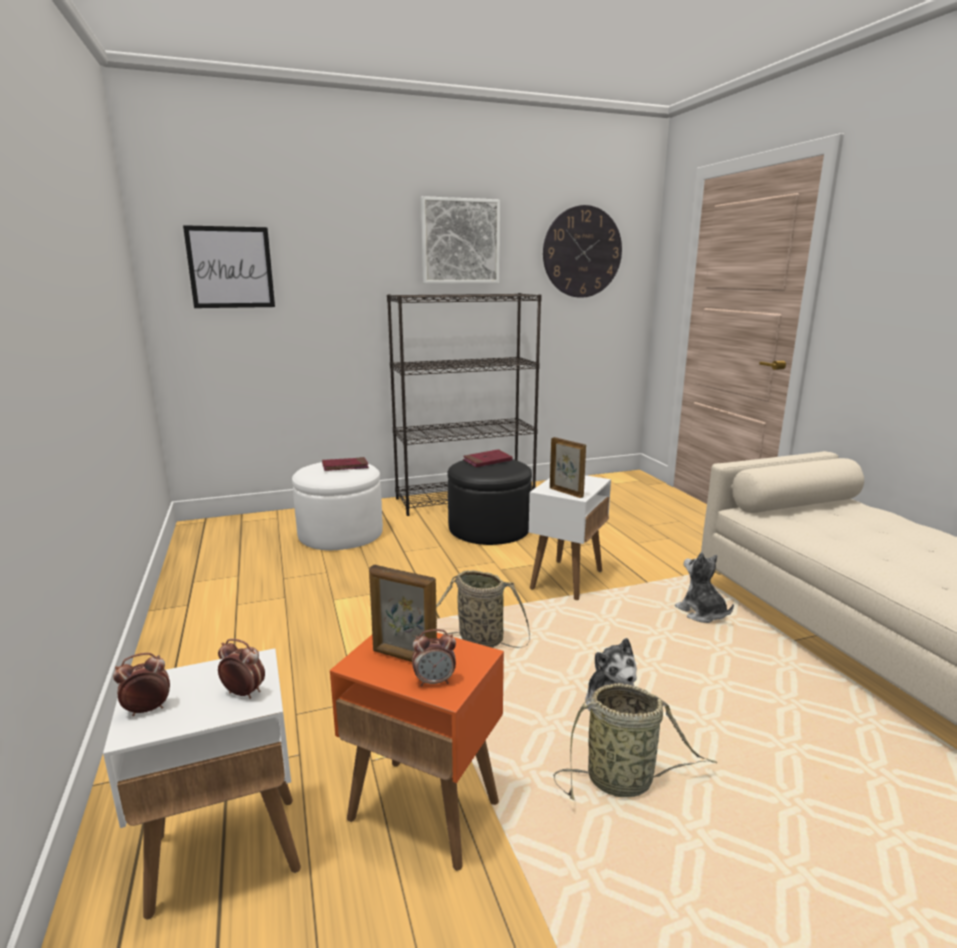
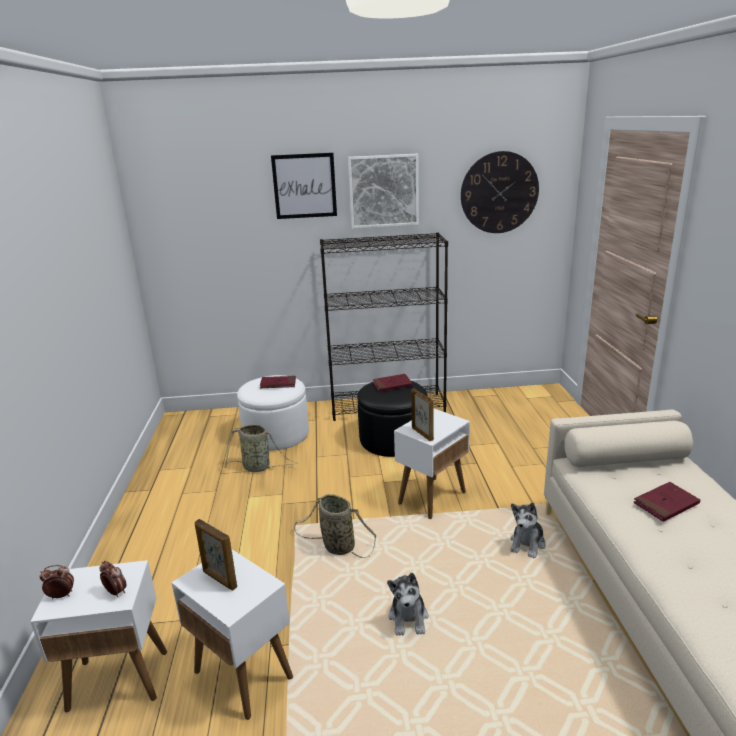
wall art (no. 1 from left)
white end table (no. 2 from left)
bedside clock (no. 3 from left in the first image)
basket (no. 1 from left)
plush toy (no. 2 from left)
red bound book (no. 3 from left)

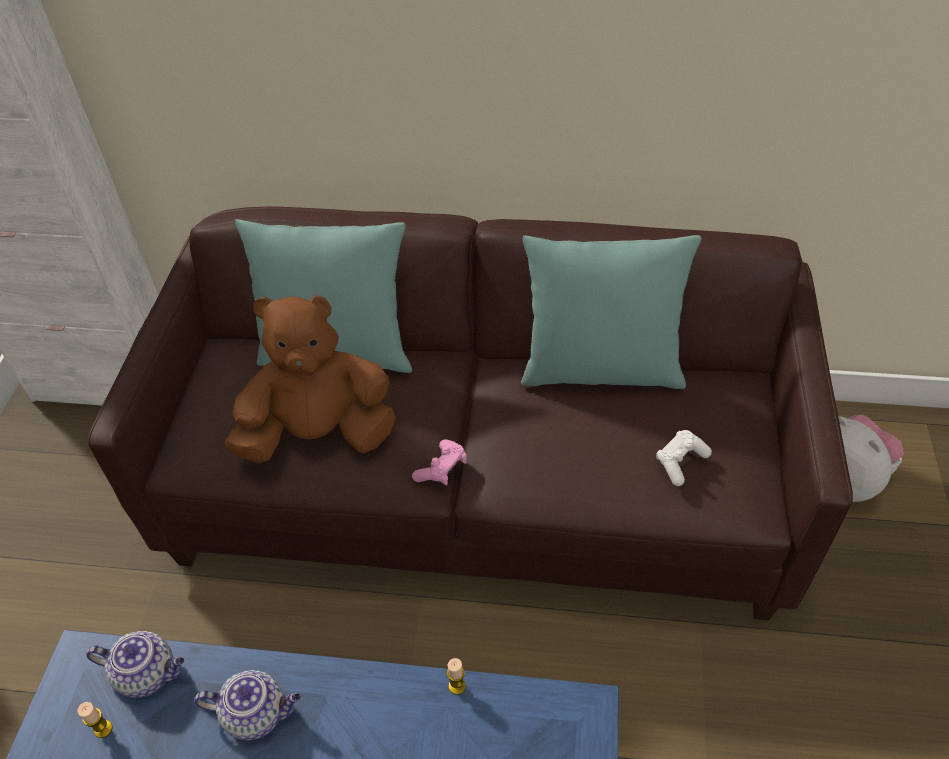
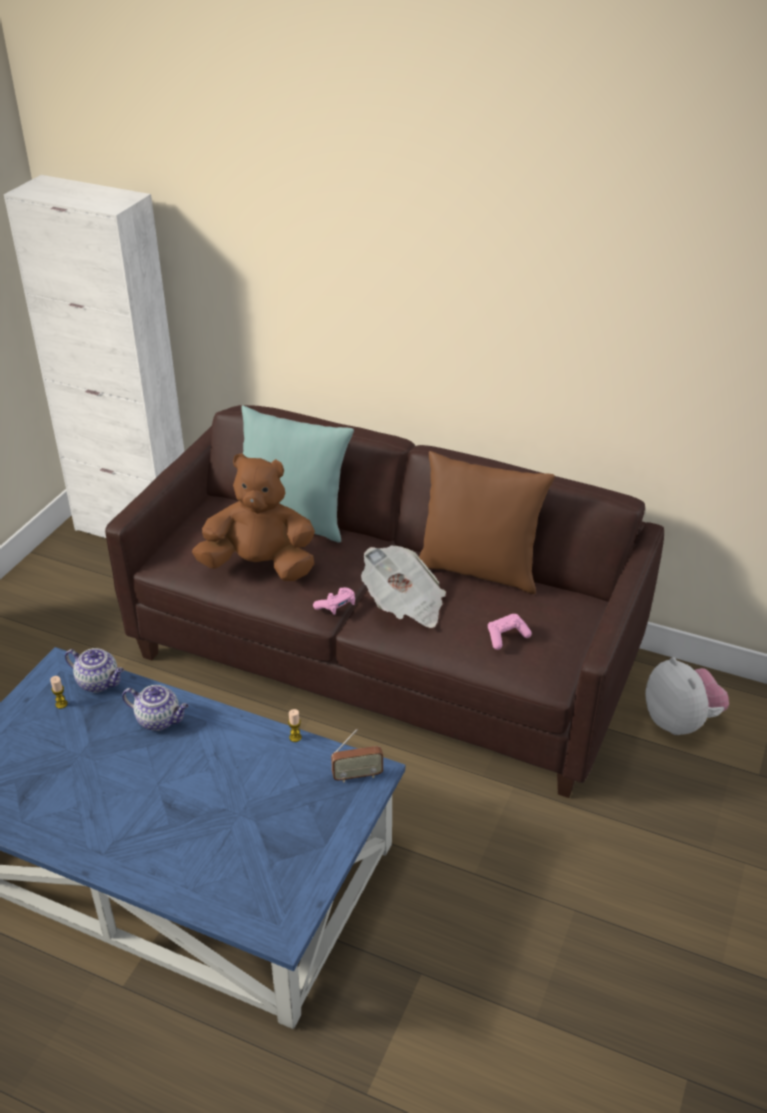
brown cushion
pink game controller (no. 2 from left)
radio
printed paper

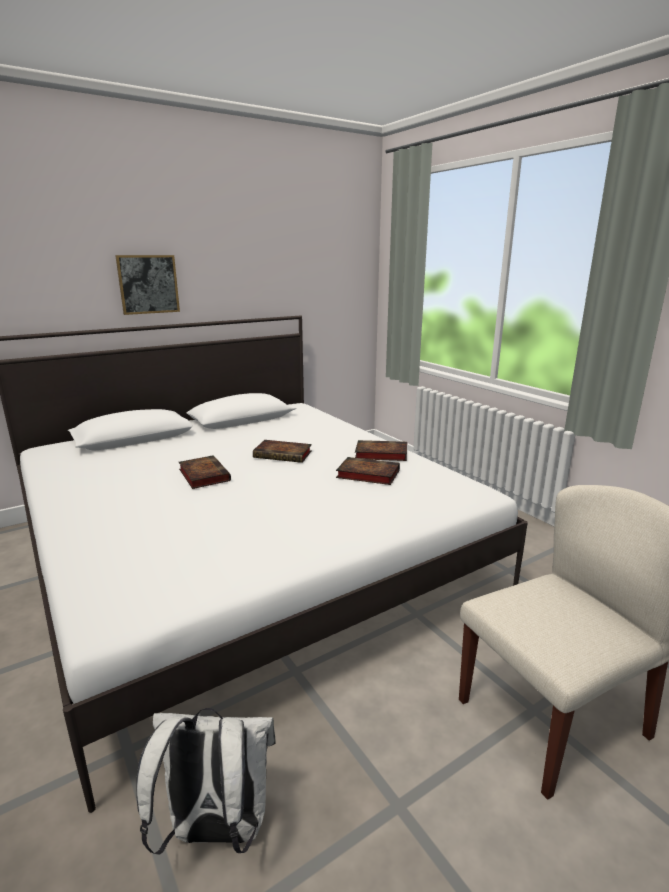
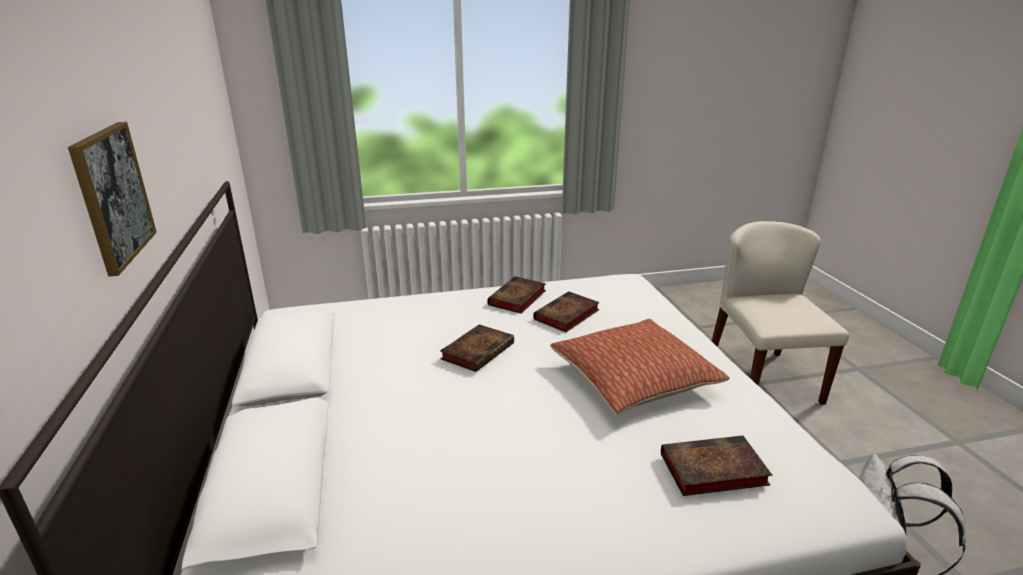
bound book (no. 4 from left)
cushion

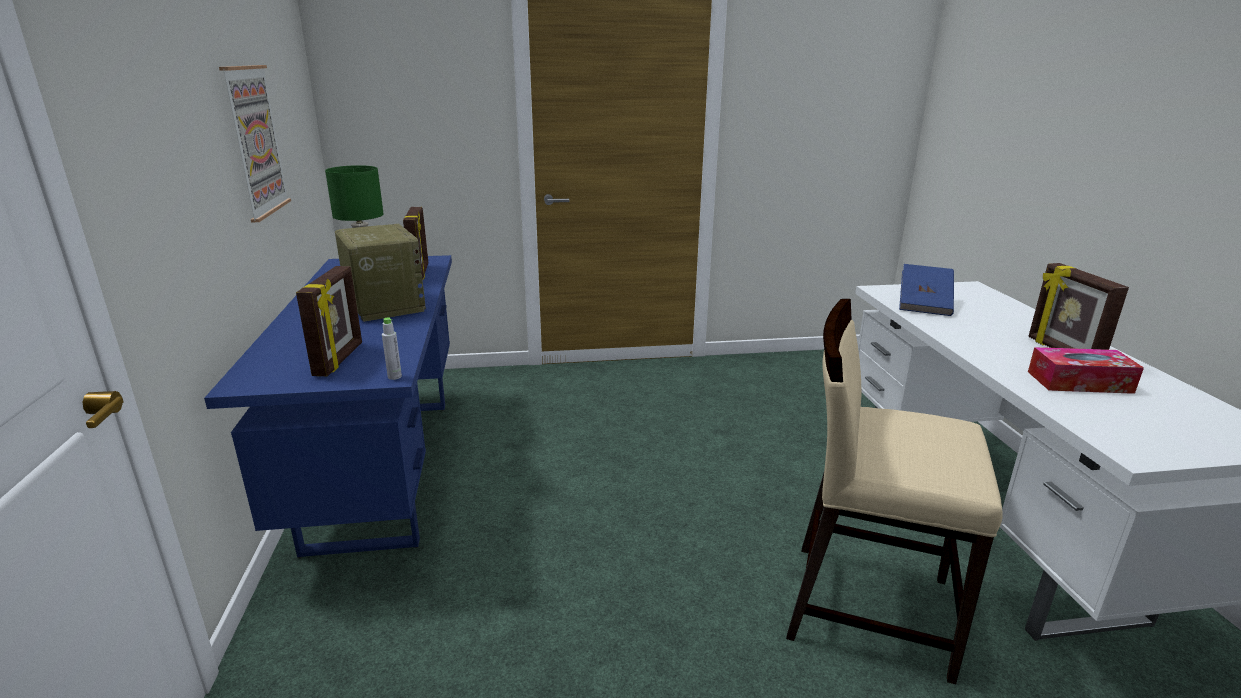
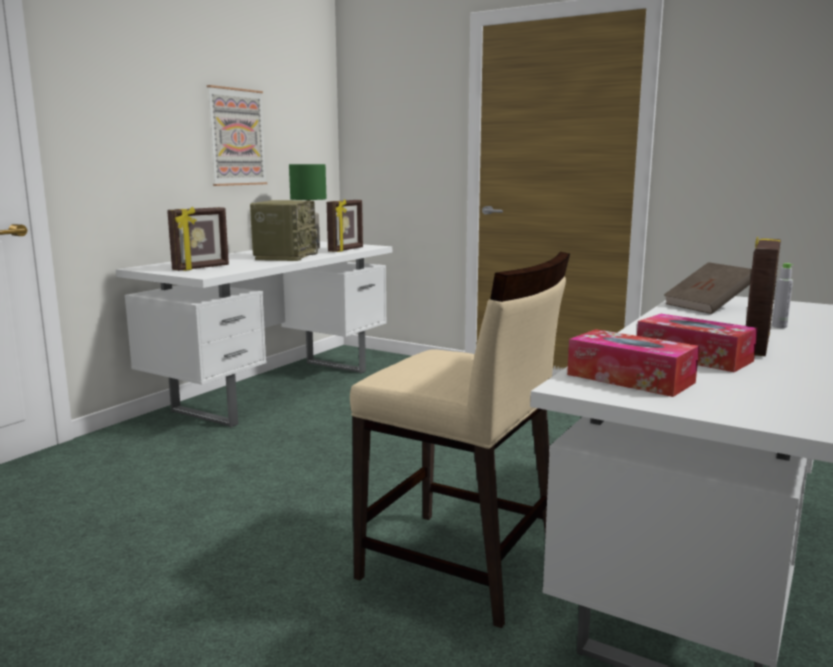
white desk unit (no. 1 from left)
gray bottle
beige chair
brown bound book
box of tissues (no. 1 from left)

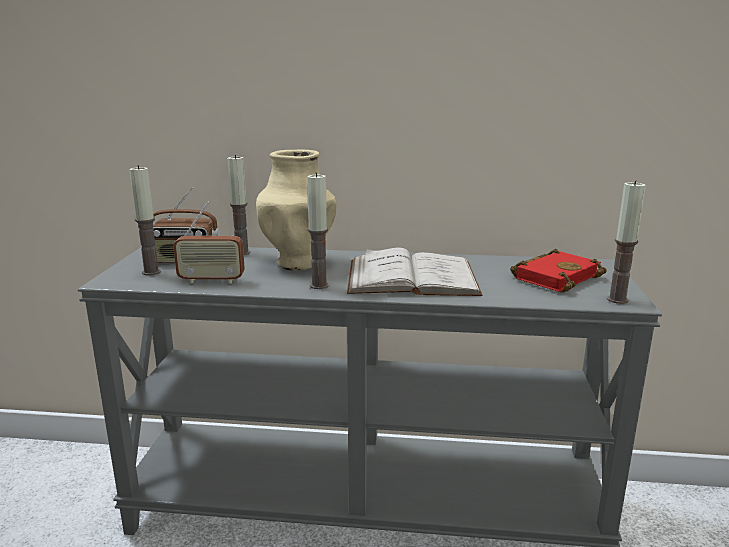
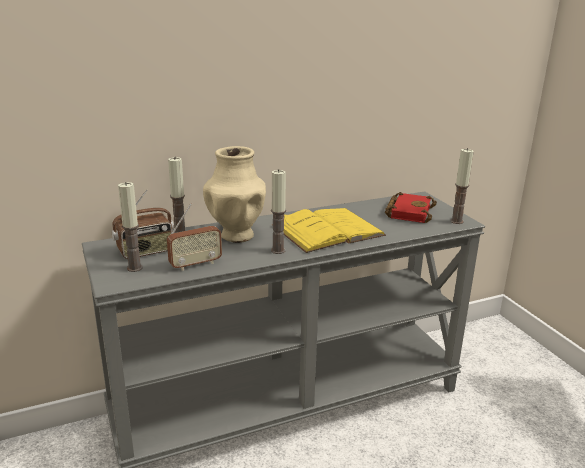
yellowish bound book

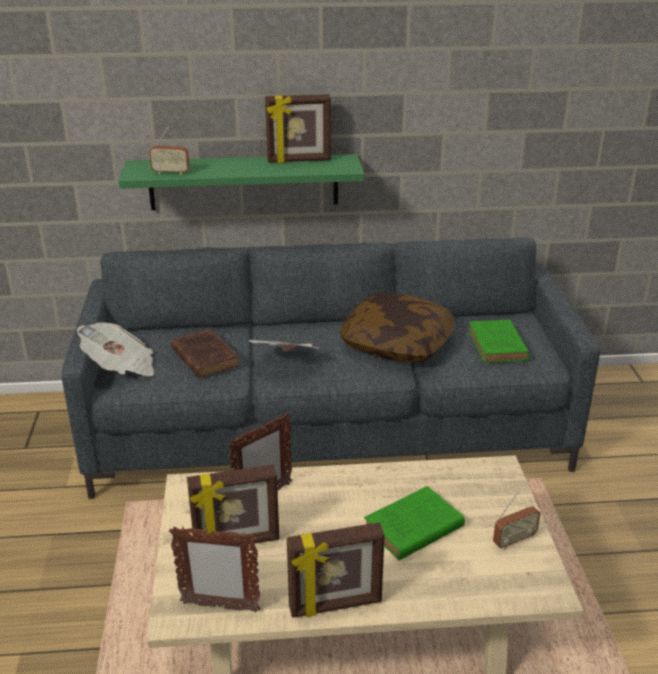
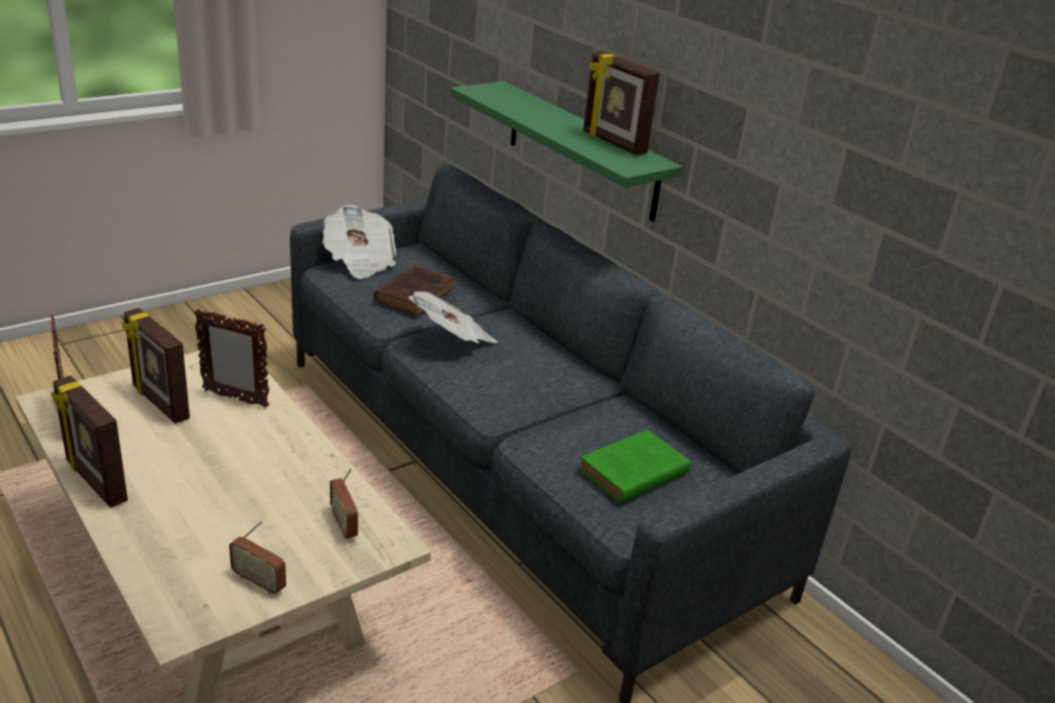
radio (no. 2 from left)
cushion
green-coloured bound book (no. 1 from left in the first image)

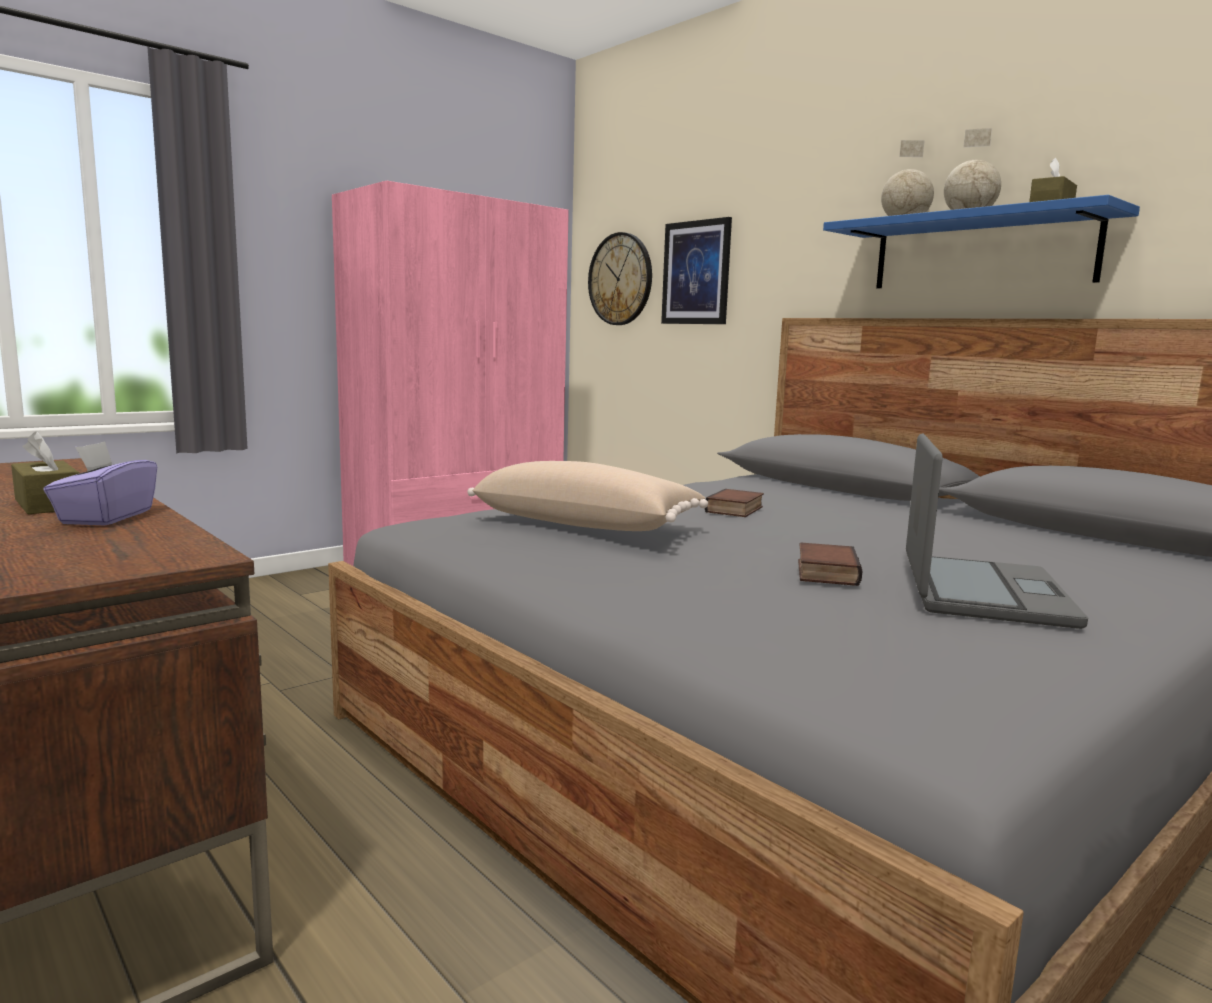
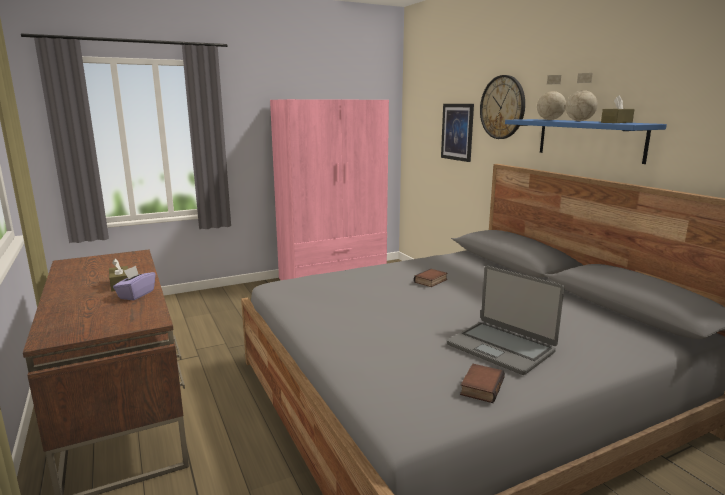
beige cushion
clock on the wall
bound book (no. 2 from left)
notebook computer

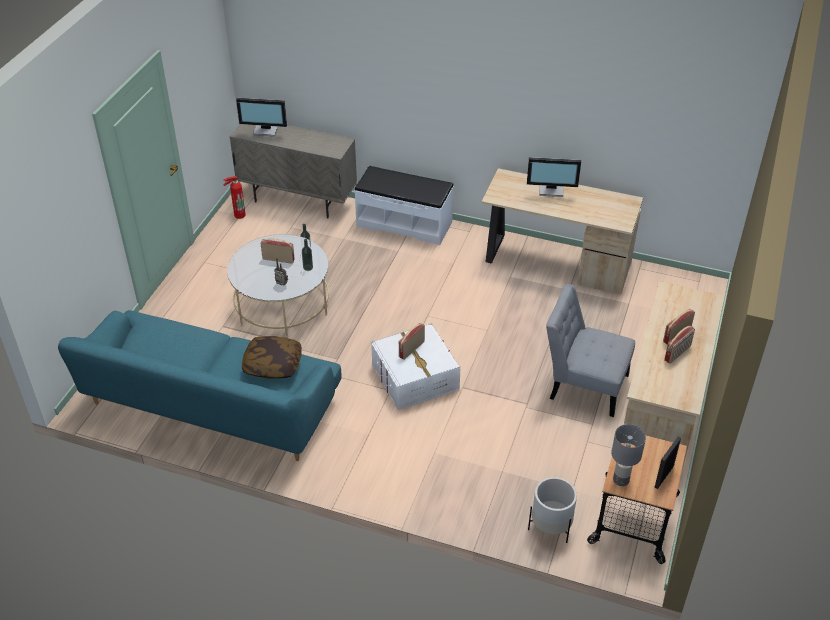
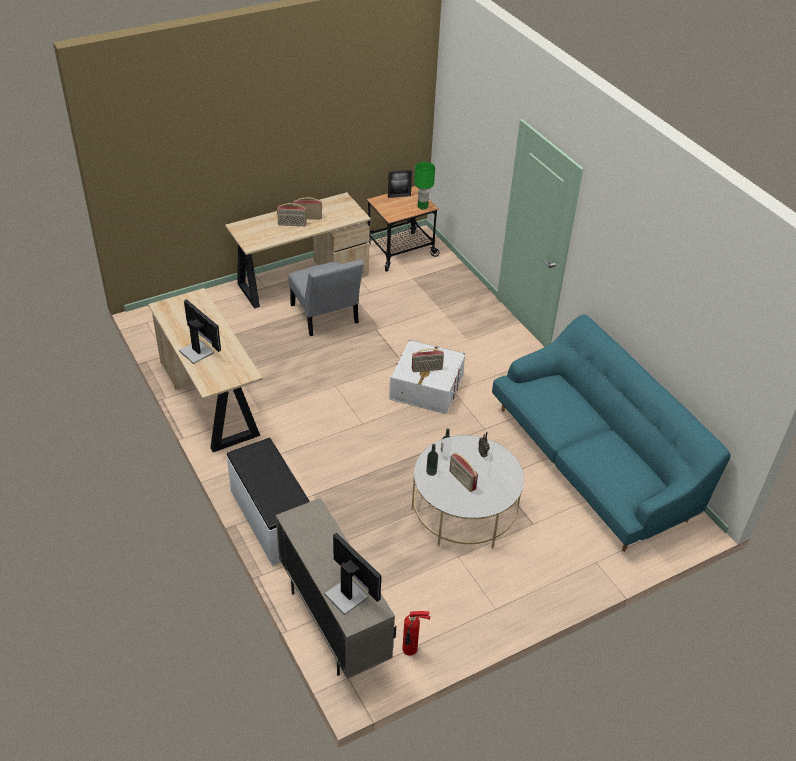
cushion
white flower pot
green-coloured lamp for a table

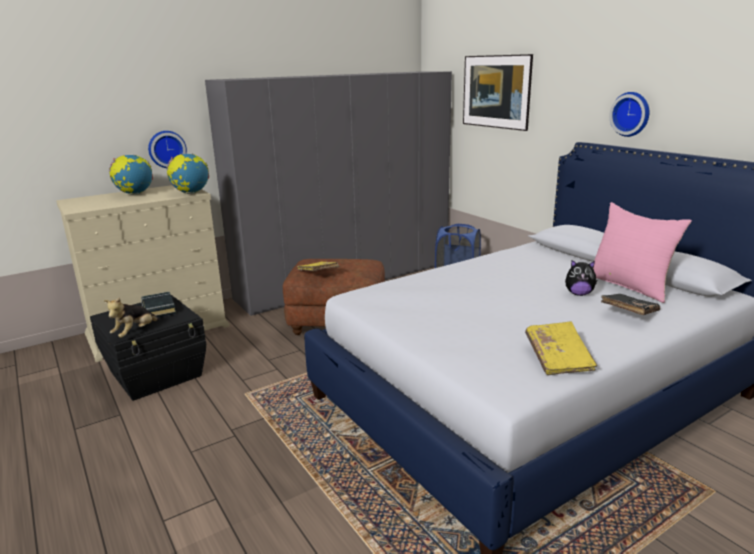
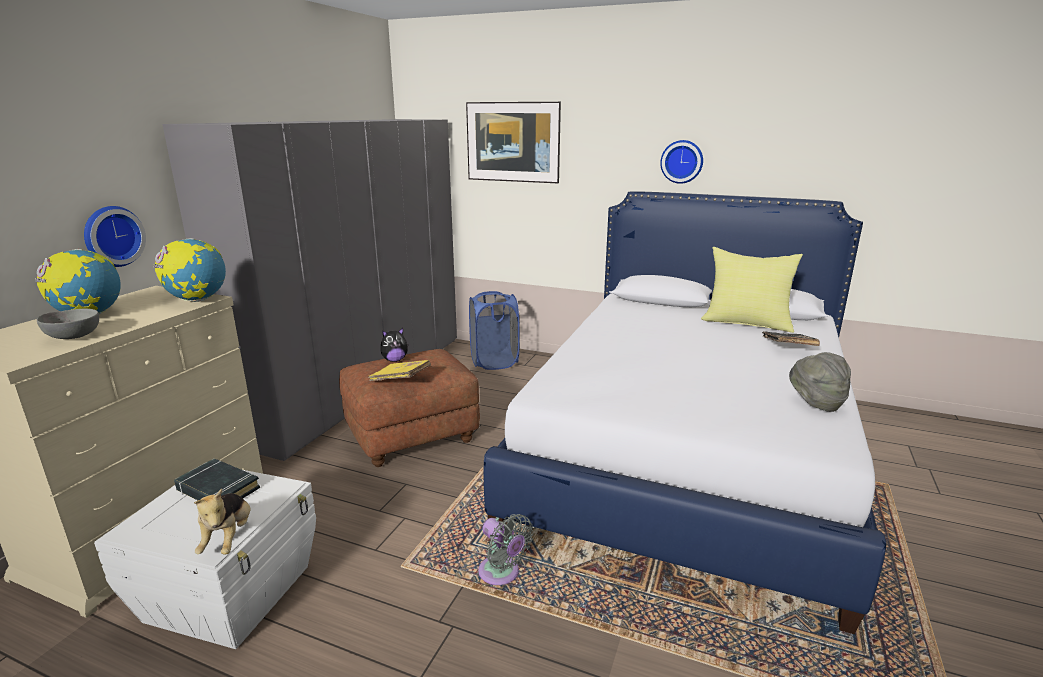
white storage bin
gray clothing hat
plush toy (no. 2 from left)
yellowish cushion
gray serving bowl
gray fan

